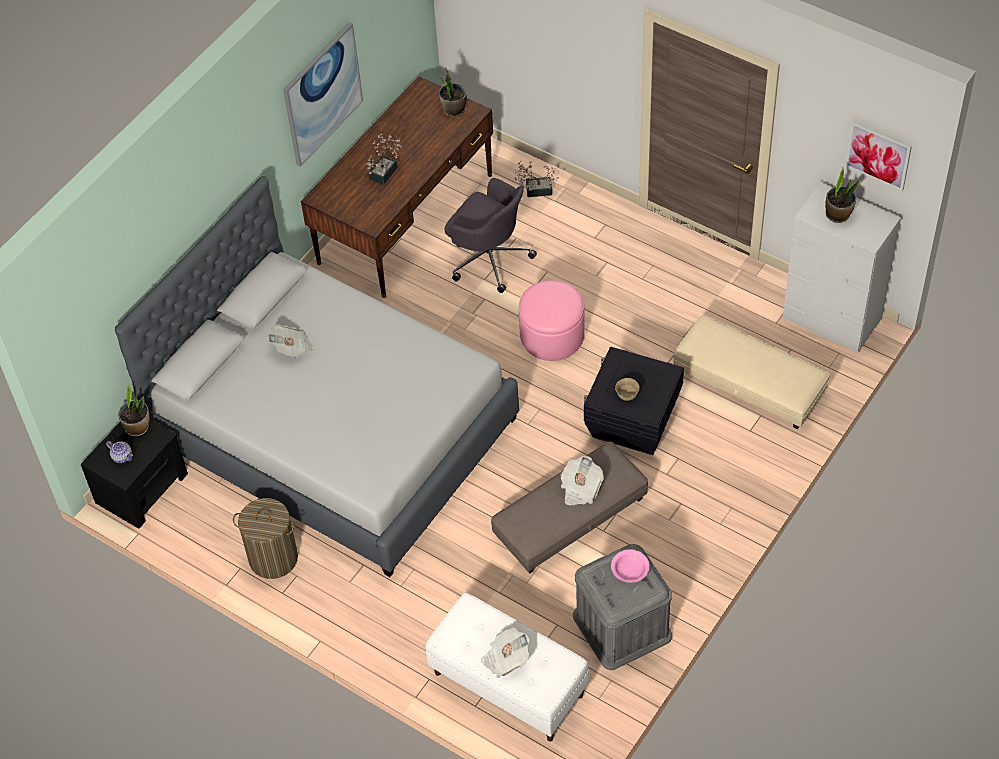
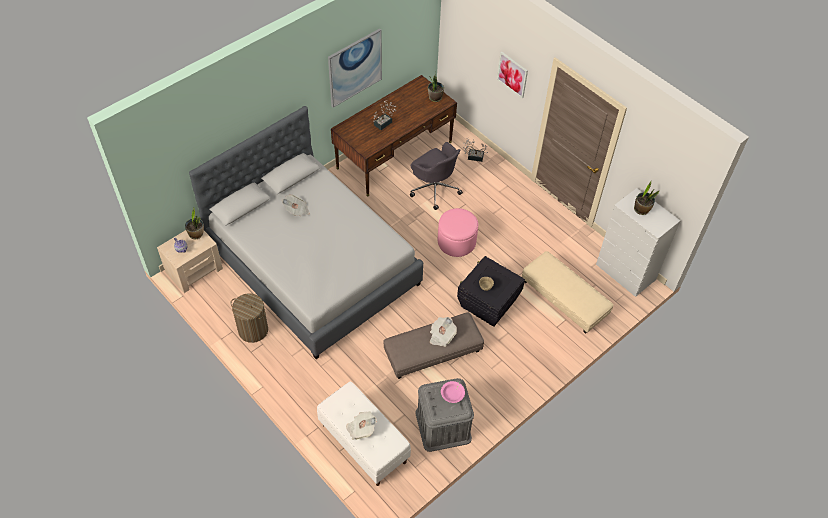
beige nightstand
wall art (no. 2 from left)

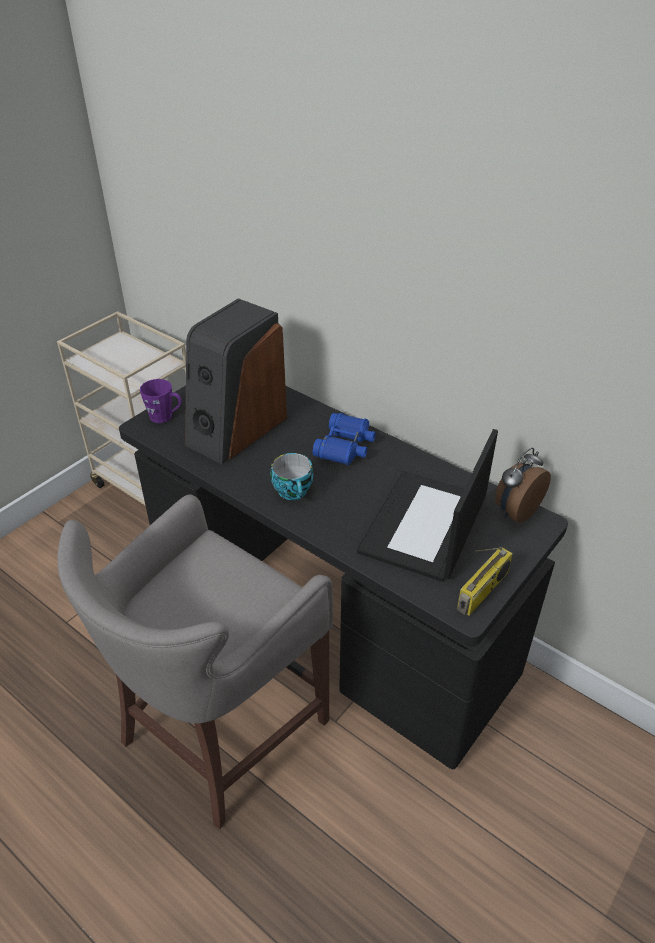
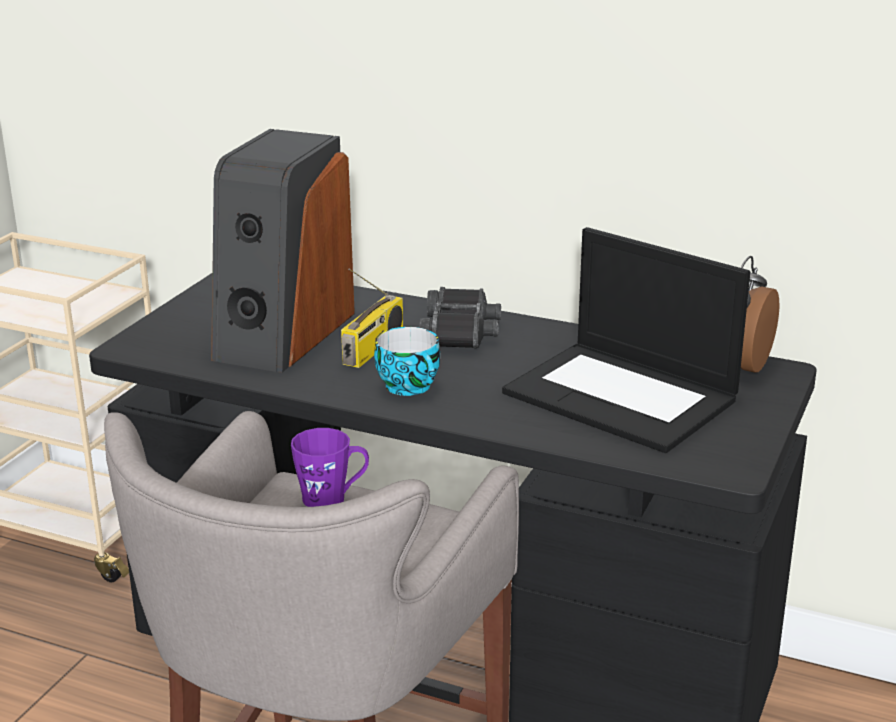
purple-coloured tea mug
black pair of binoculars
notebook computer
radio

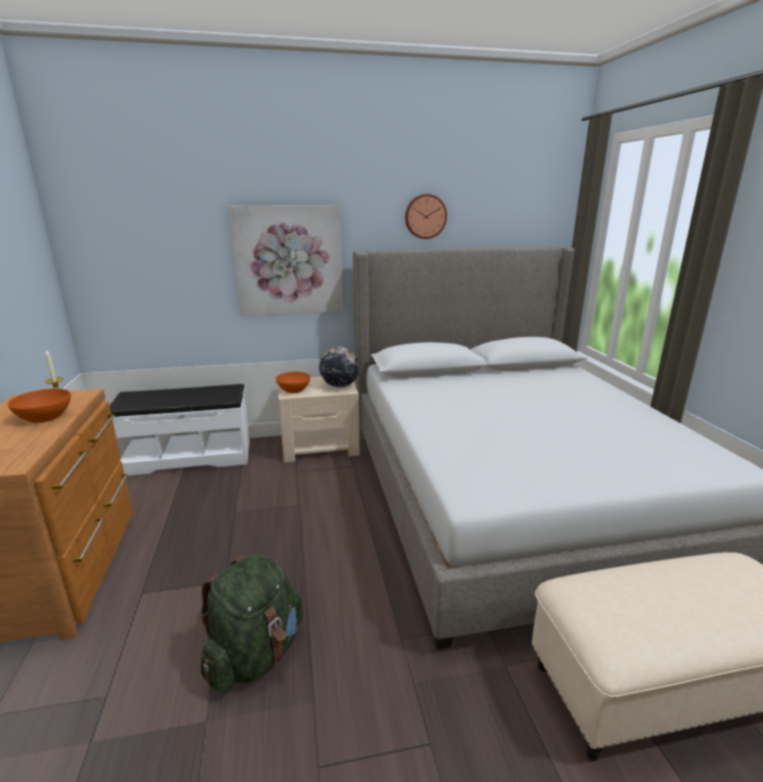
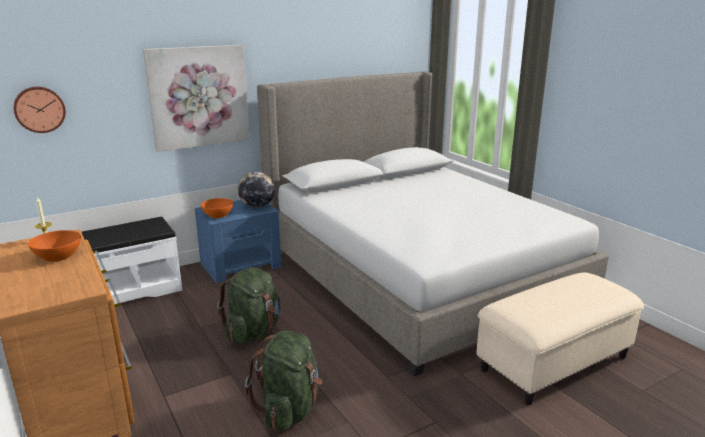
blue-coloured nightstand
clock on the wall
green-coloured rucksack (no. 1 from left)

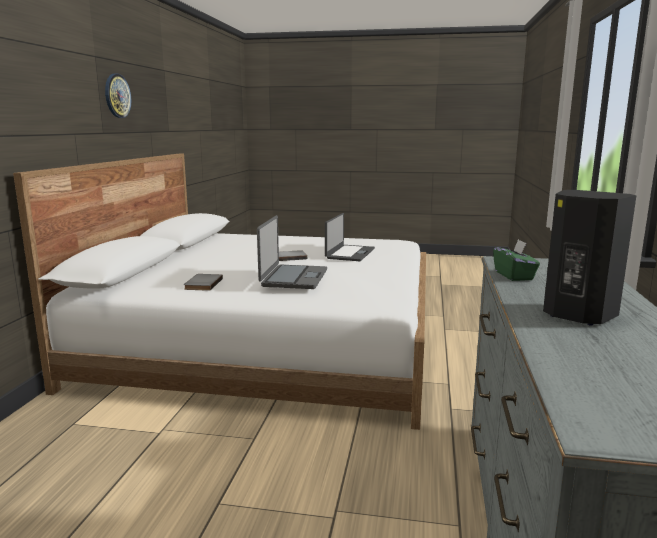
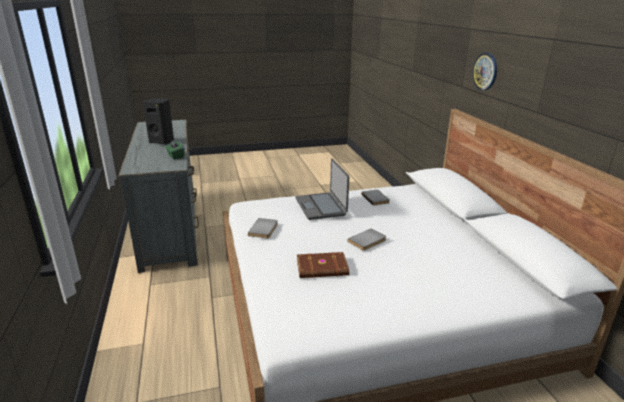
clock on the wall
brown bound book
gray bound book (no. 1 from left)

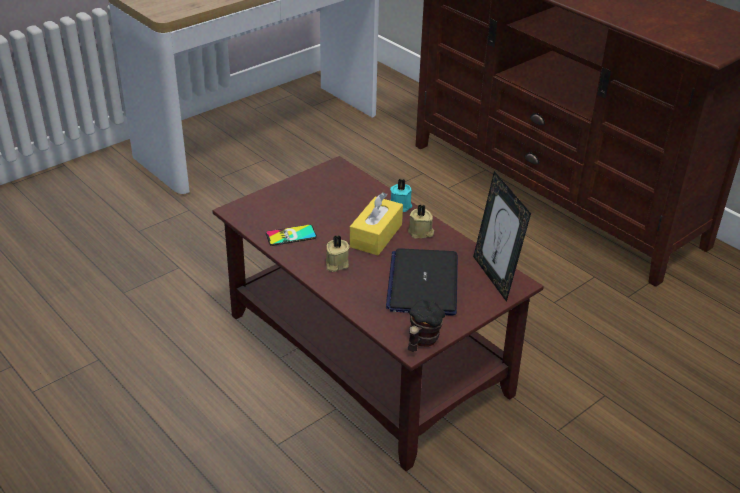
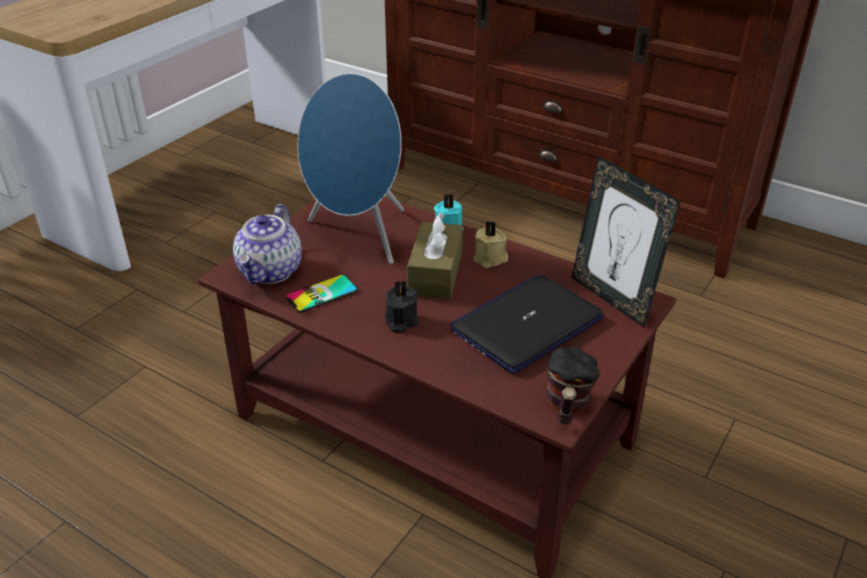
black candle
brown box of tissues
notebook computer
tea pot
blue-coloured loudspeaker

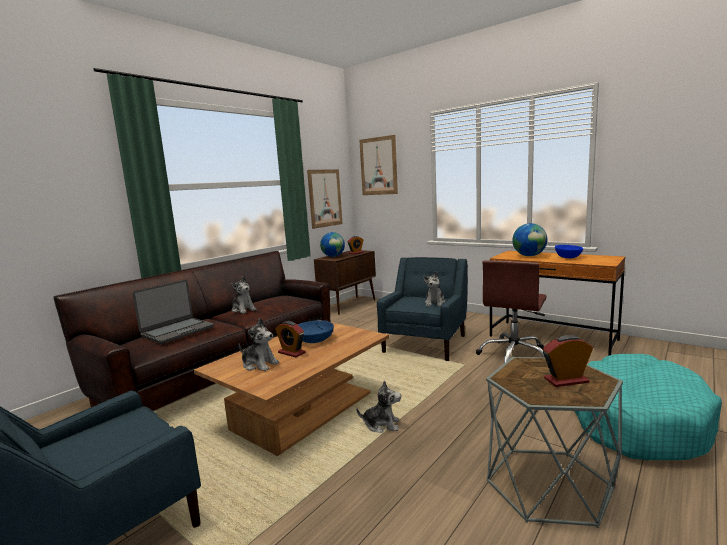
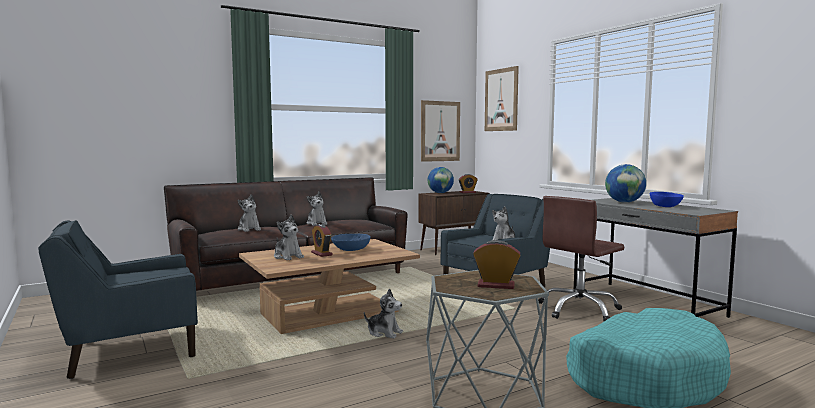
plush toy (no. 1 from left)
gray desk unit

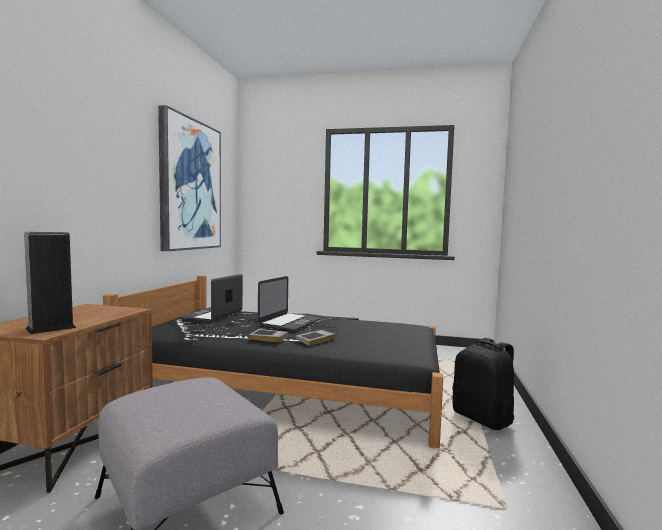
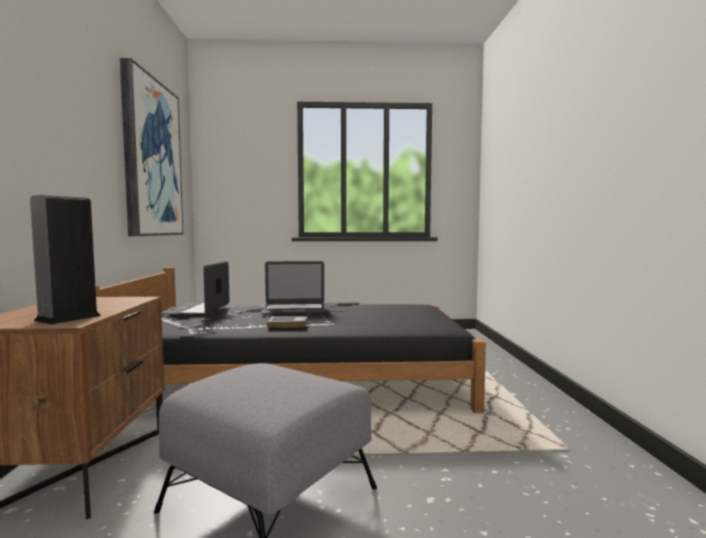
notebook computer (no. 2 from left)
bound book (no. 2 from left in the first image)
black rucksack

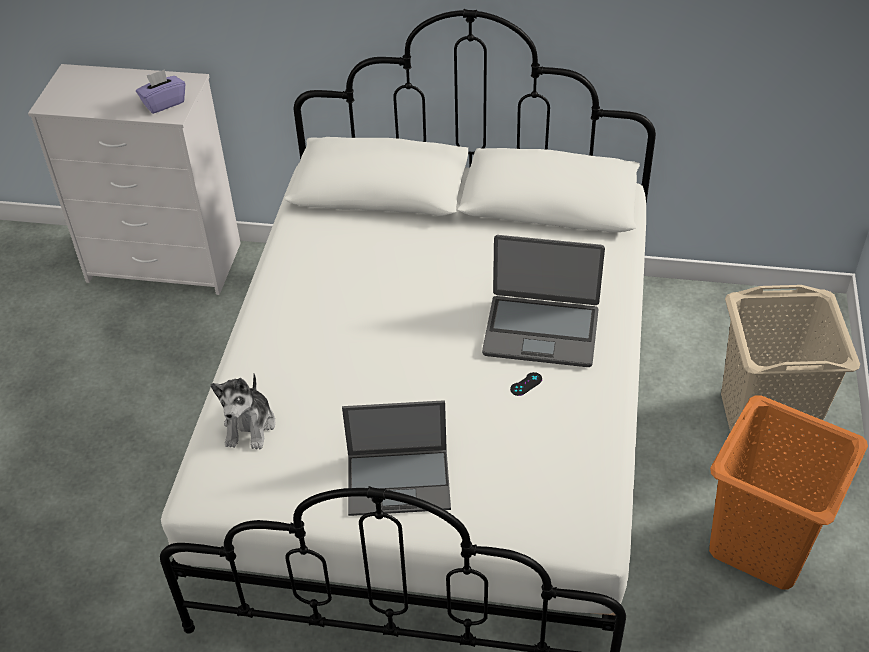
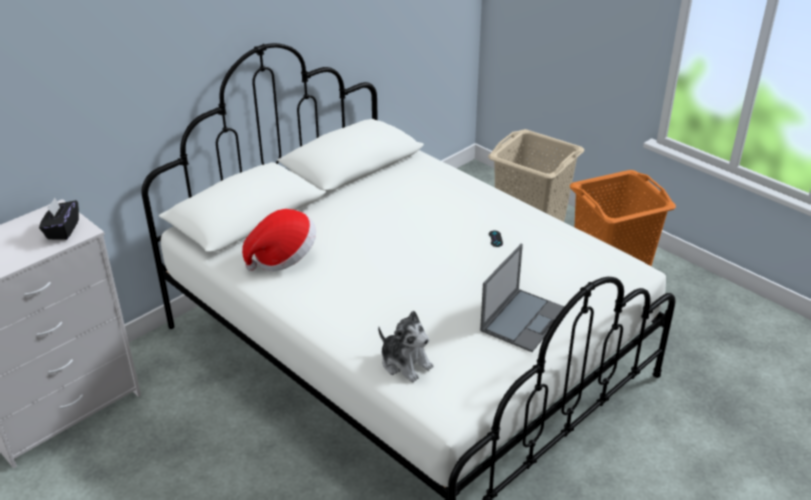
black box of tissues
notebook computer (no. 2 from left in the first image)
clothing hat

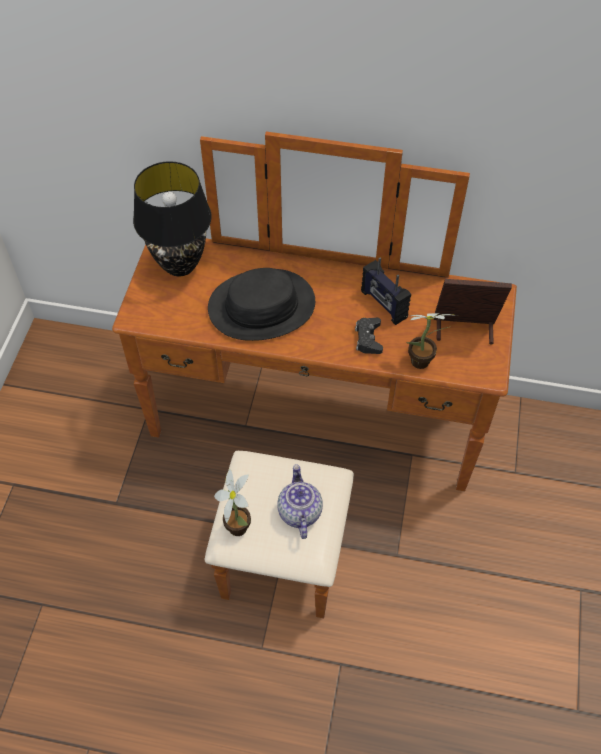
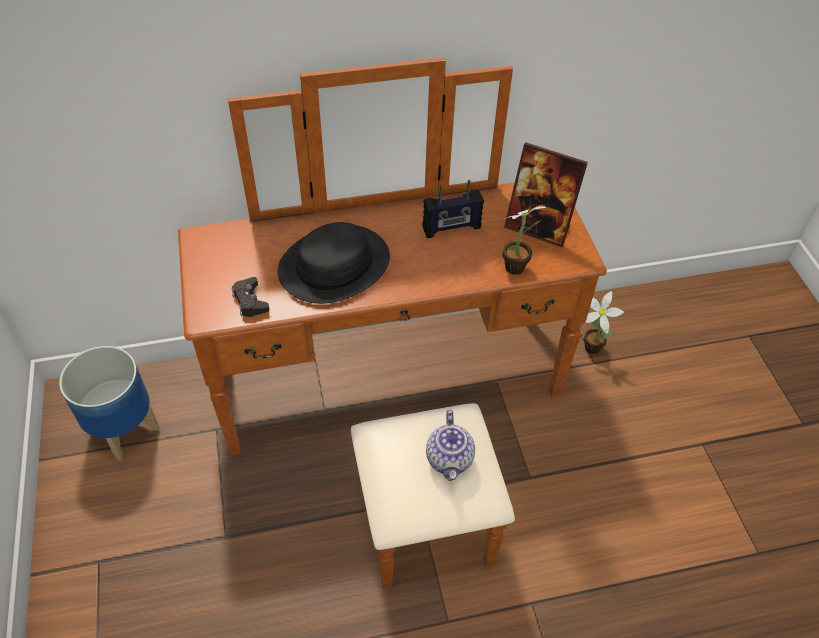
black lamp for a table
potted plant (no. 2 from left)
tea pot
black game controller
radio
picture frame
flower pot

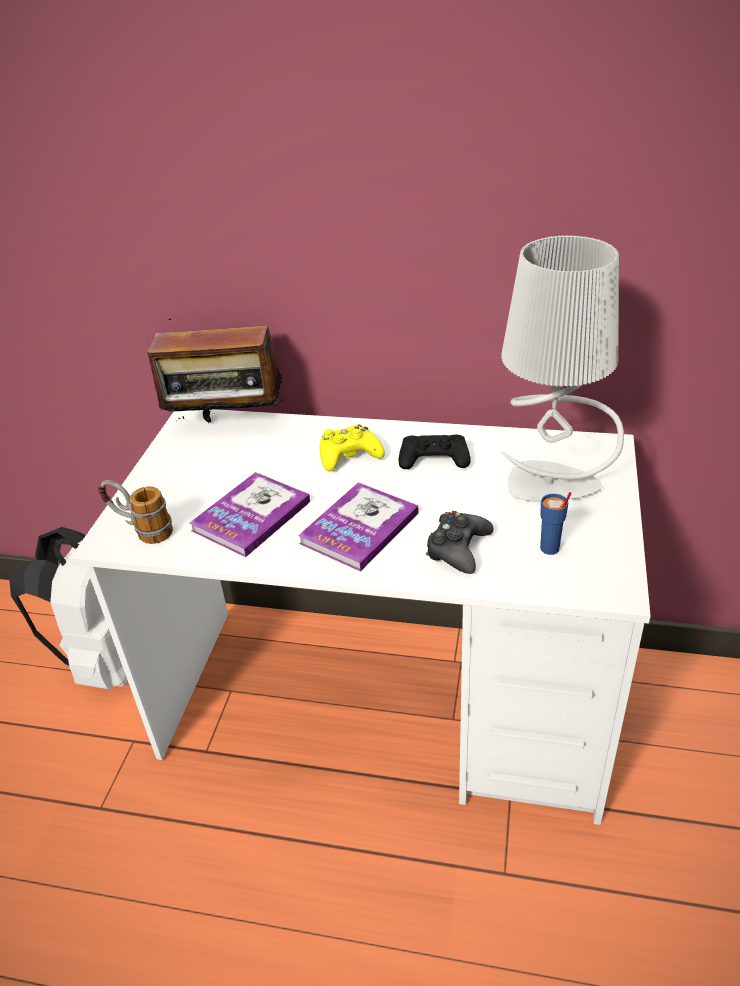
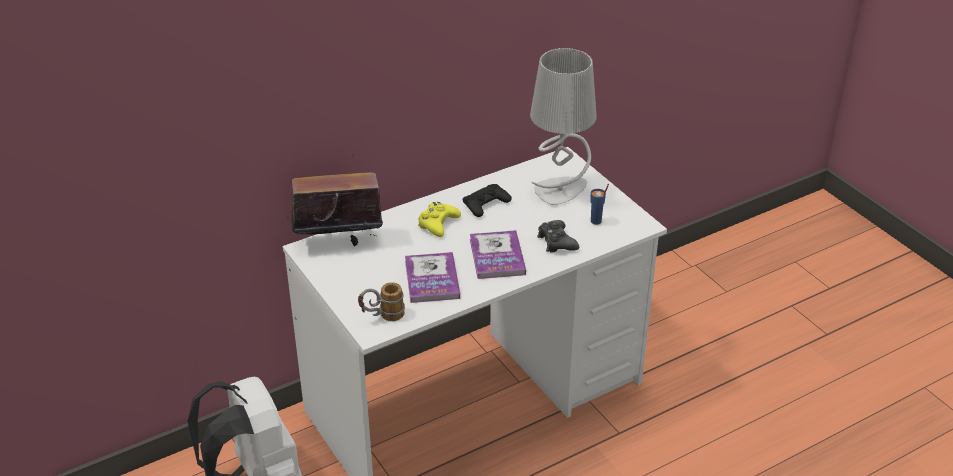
radio

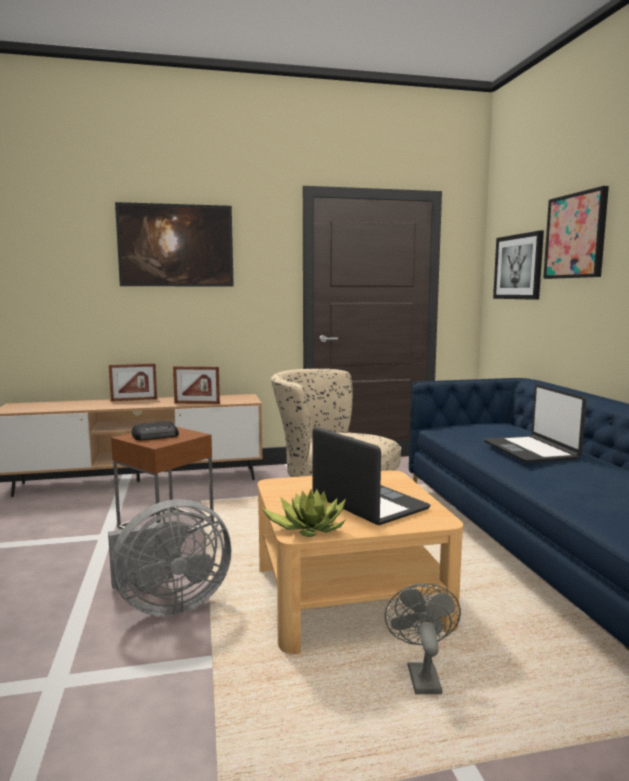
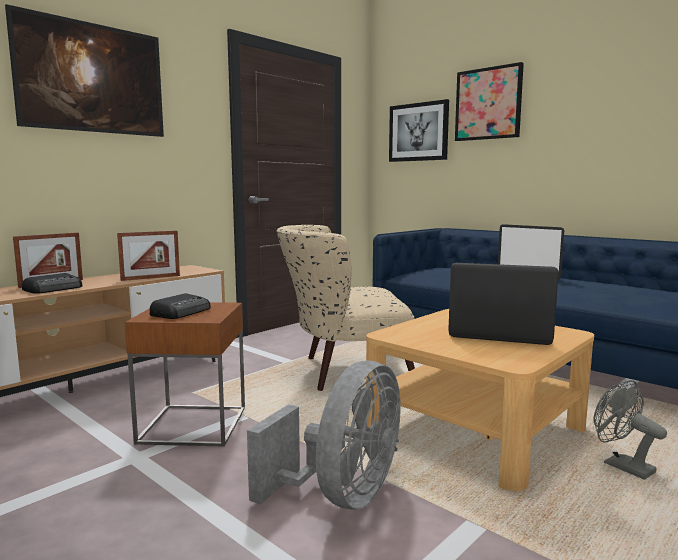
potted plant
radio (no. 1 from left)

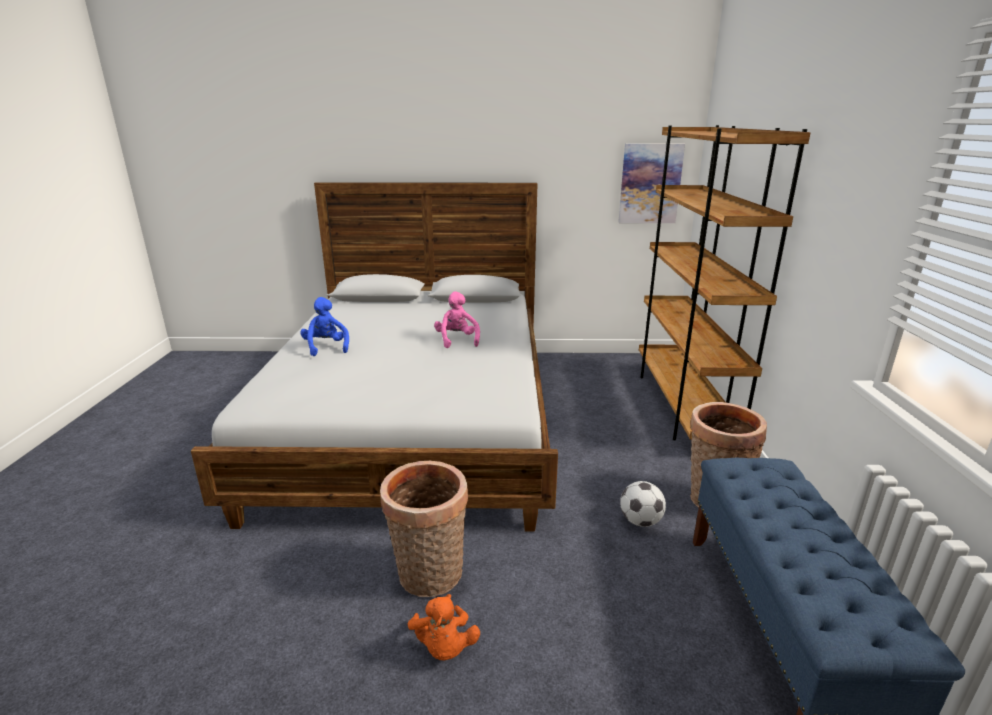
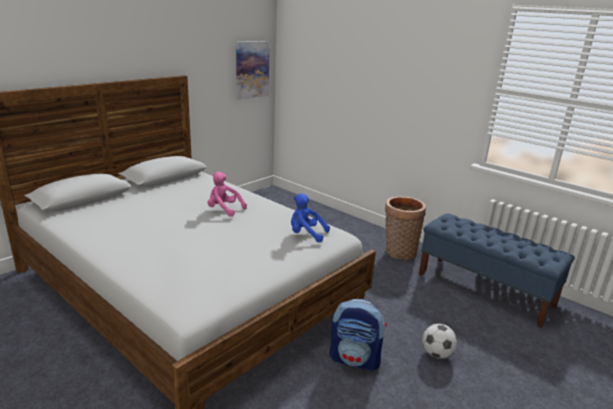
blue-coloured plush toy
rucksack
orangey plush toy
football ball
brown bookshelf

